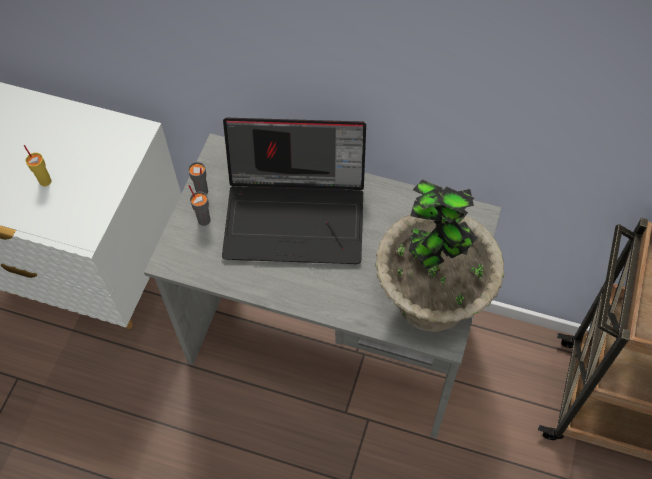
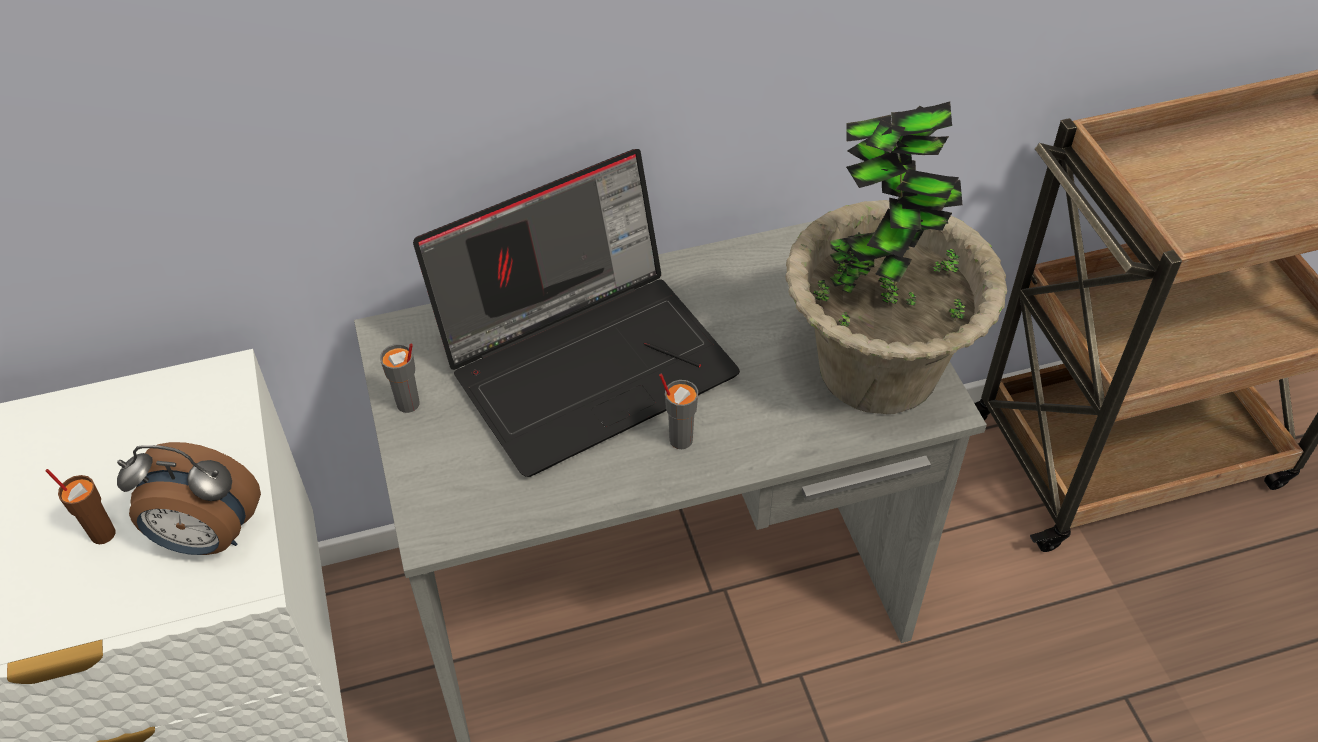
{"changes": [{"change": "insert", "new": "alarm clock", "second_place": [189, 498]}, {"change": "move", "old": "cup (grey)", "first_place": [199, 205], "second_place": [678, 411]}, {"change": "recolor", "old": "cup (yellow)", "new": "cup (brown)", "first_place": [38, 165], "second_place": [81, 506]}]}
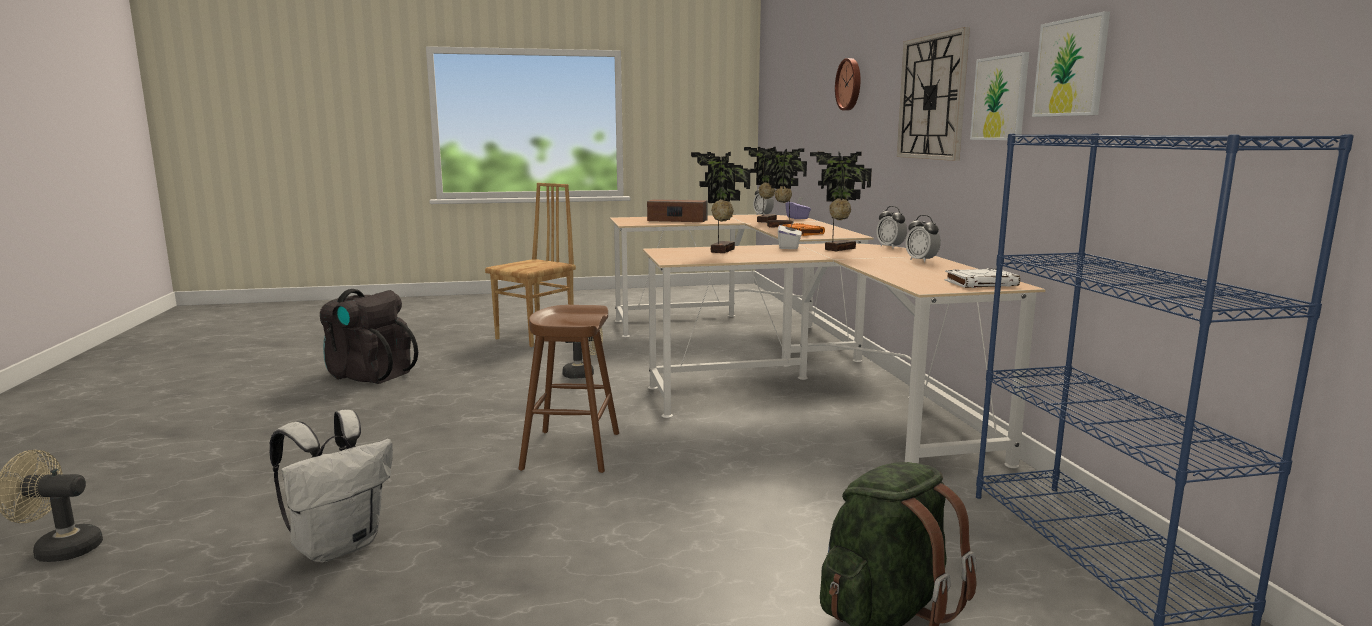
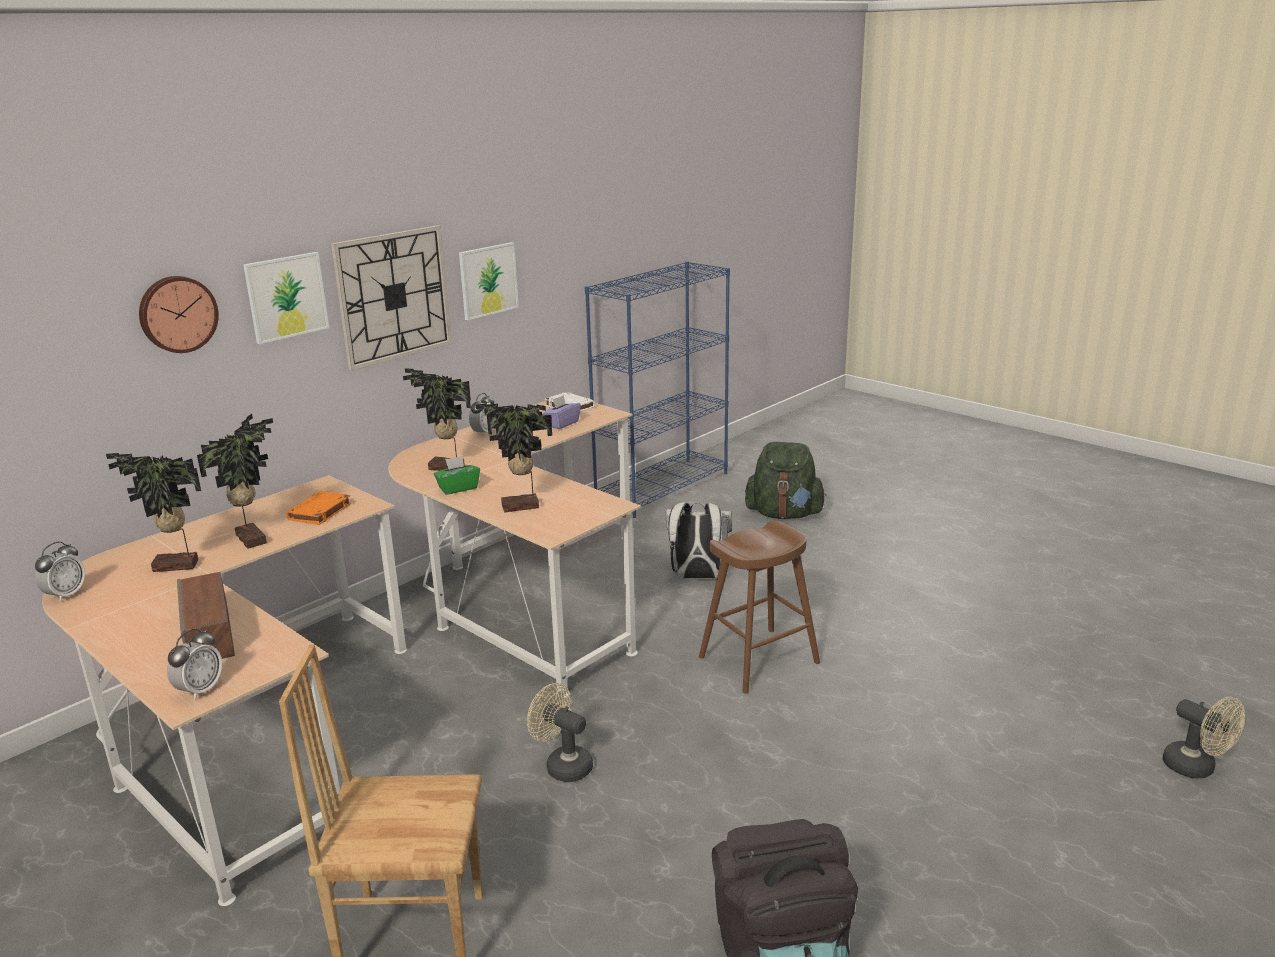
{"changes": [{"change": "move", "old": "backpack (white)", "first_place": [331, 486], "second_place": [698, 540]}, {"change": "move", "old": "tissue box (purple)", "first_place": [798, 208], "second_place": [561, 412]}, {"change": "move", "old": "alarm clock", "first_place": [891, 227], "second_place": [194, 664]}, {"change": "move", "old": "picture", "first_place": [1071, 64], "second_place": [286, 298]}, {"change": "recolor", "old": "tissue box (white)", "new": "tissue box (green)", "first_place": [790, 234], "second_place": [457, 475]}]}
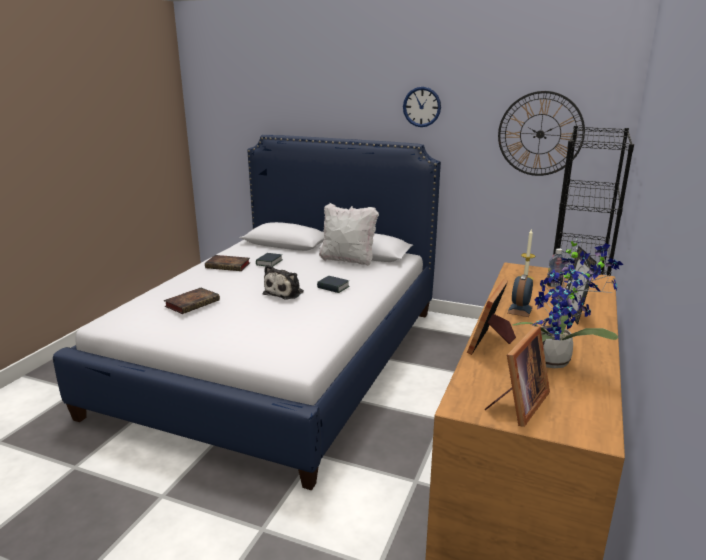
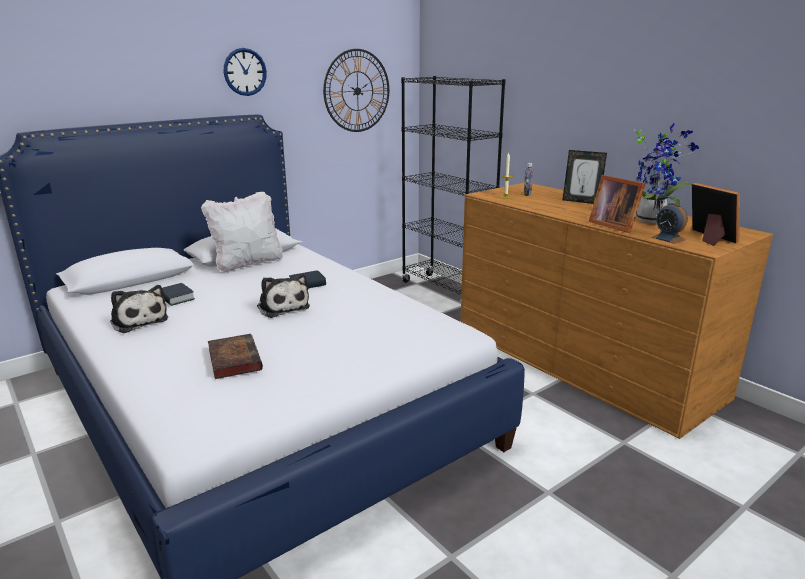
{"changes": [{"change": "move", "old": "alarm clock", "first_place": [520, 295], "second_place": [669, 223]}, {"change": "replace", "old": "book", "new": "plush toy", "first_place": [227, 263], "second_place": [139, 309]}]}
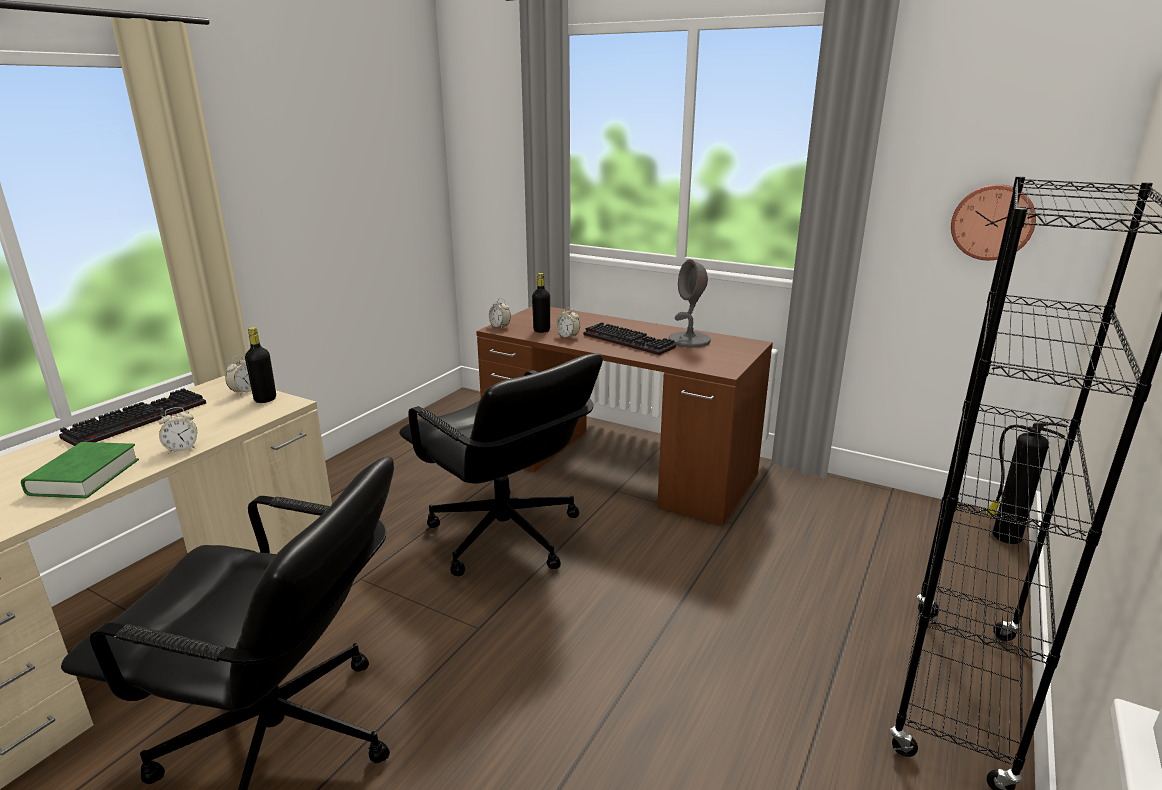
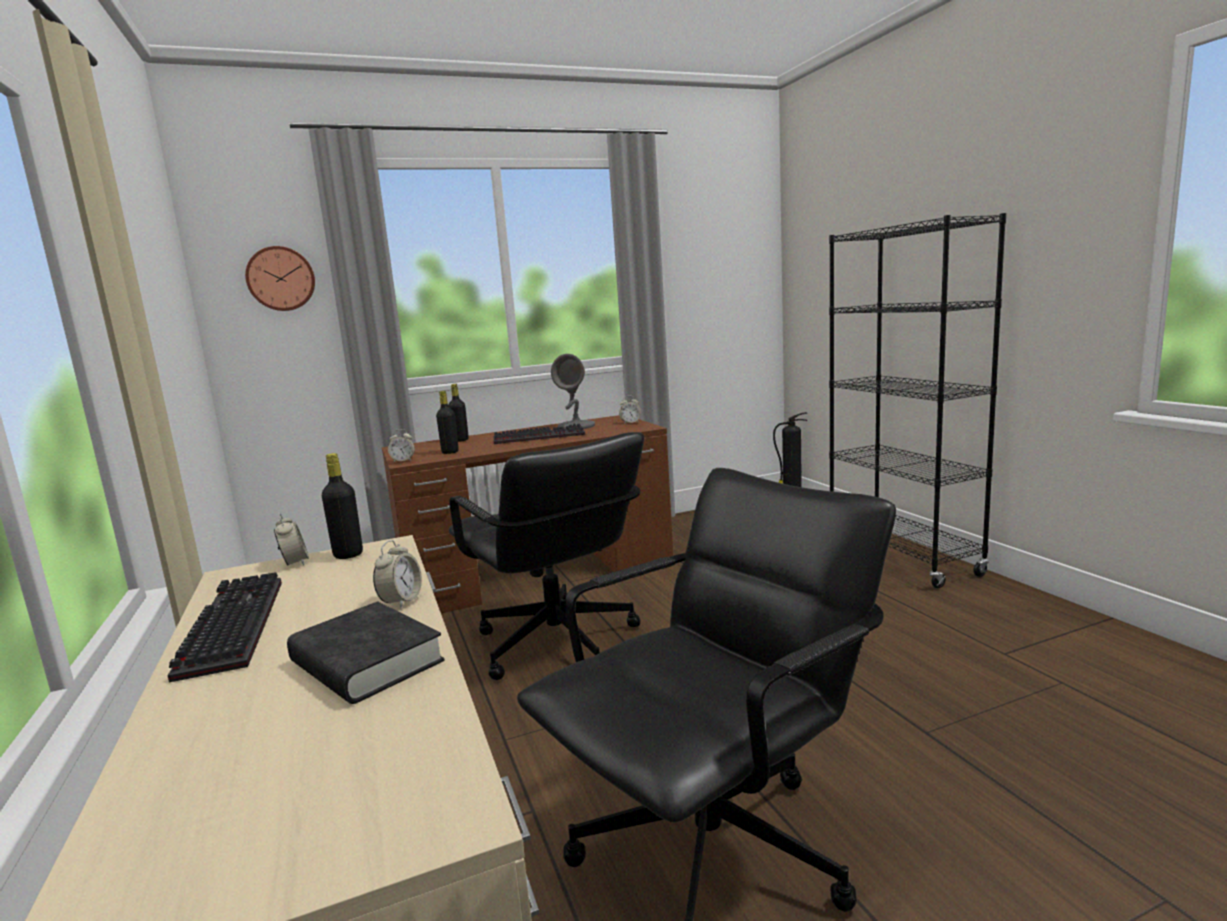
{"changes": [{"change": "insert", "new": "bottle (black)", "second_place": [458, 413]}, {"change": "move", "old": "alarm clock", "first_place": [568, 323], "second_place": [630, 410]}, {"change": "move", "old": "wall clock", "first_place": [993, 222], "second_place": [280, 278]}, {"change": "recolor", "old": "book (green)", "new": "book (black)", "first_place": [80, 470], "second_place": [366, 653]}, {"change": "rotate", "old": "office chair (black)", "first_place": [501, 464], "second_place": [546, 556], "degrees": 60}]}
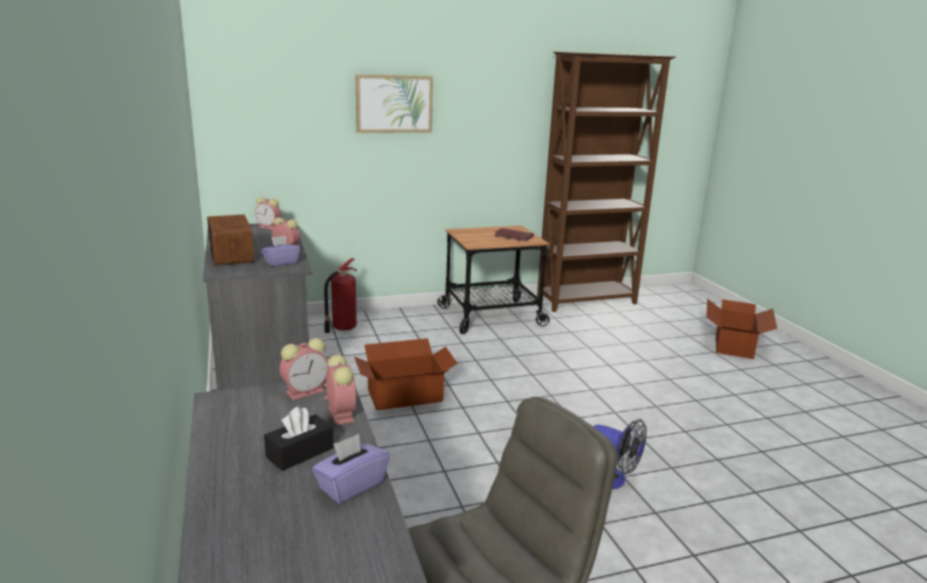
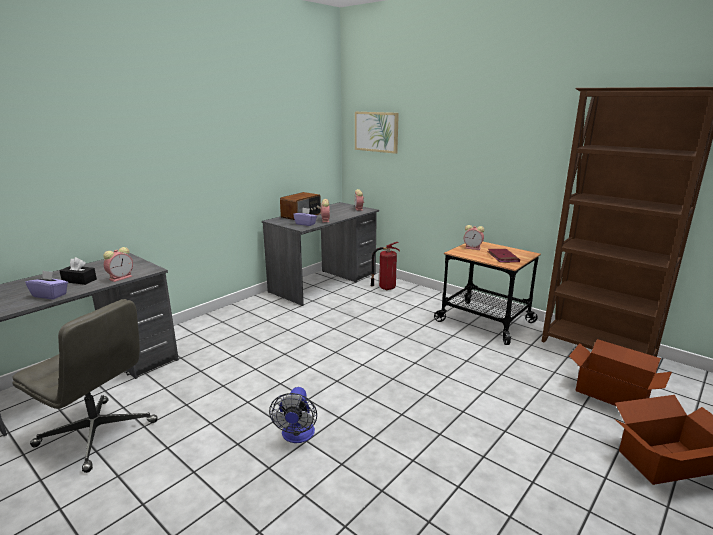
{"changes": [{"change": "move", "old": "alarm clock", "first_place": [304, 369], "second_place": [474, 237]}, {"change": "move", "old": "cardboard box", "first_place": [406, 374], "second_place": [620, 372]}, {"change": "move", "old": "picture", "first_place": [394, 103], "second_place": [377, 133]}]}
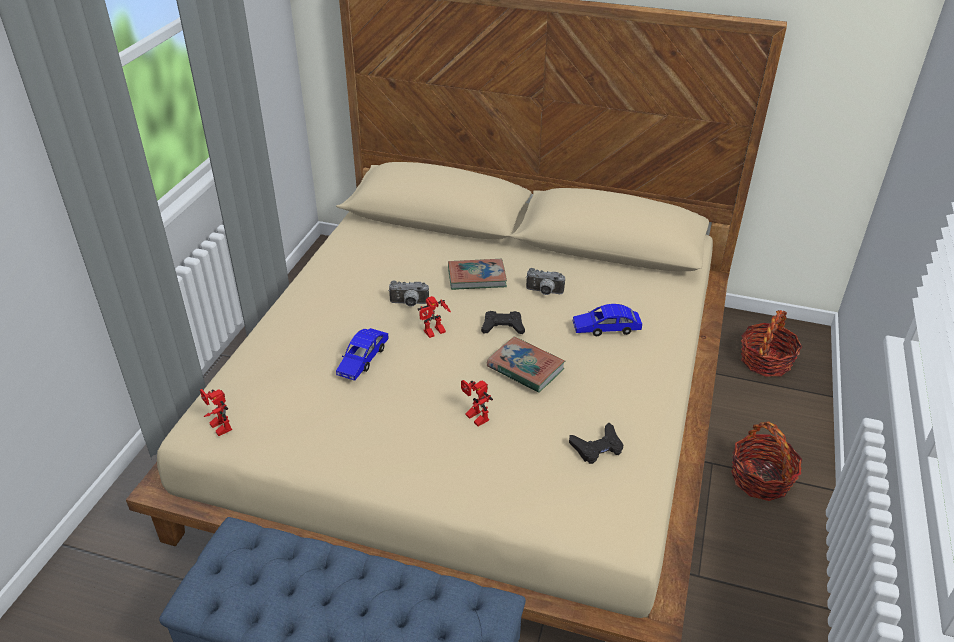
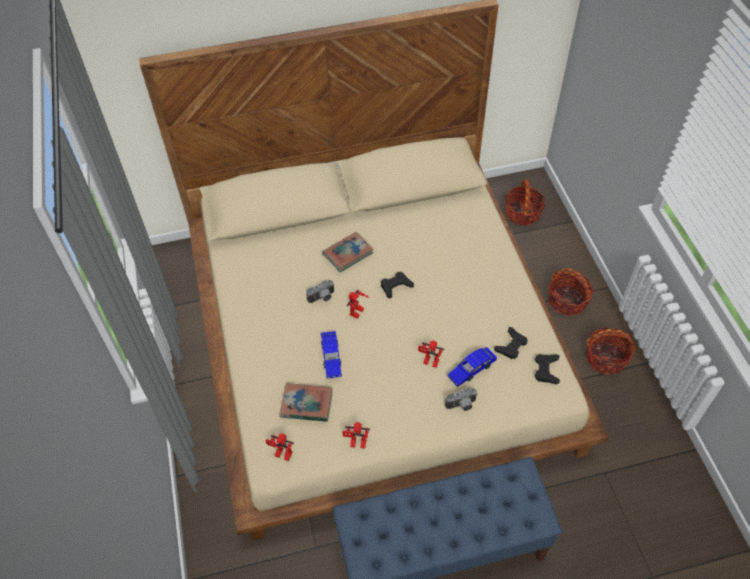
{"changes": [{"change": "insert", "new": "toy robot", "second_place": [356, 435]}, {"change": "insert", "new": "game controller (black)", "second_place": [547, 369]}, {"change": "insert", "new": "basket", "second_place": [611, 351]}, {"change": "move", "old": "book", "first_place": [526, 365], "second_place": [306, 402]}, {"change": "move", "old": "photo camera", "first_place": [545, 281], "second_place": [461, 399]}, {"change": "move", "old": "toy car (blue)", "first_place": [607, 320], "second_place": [472, 367]}]}
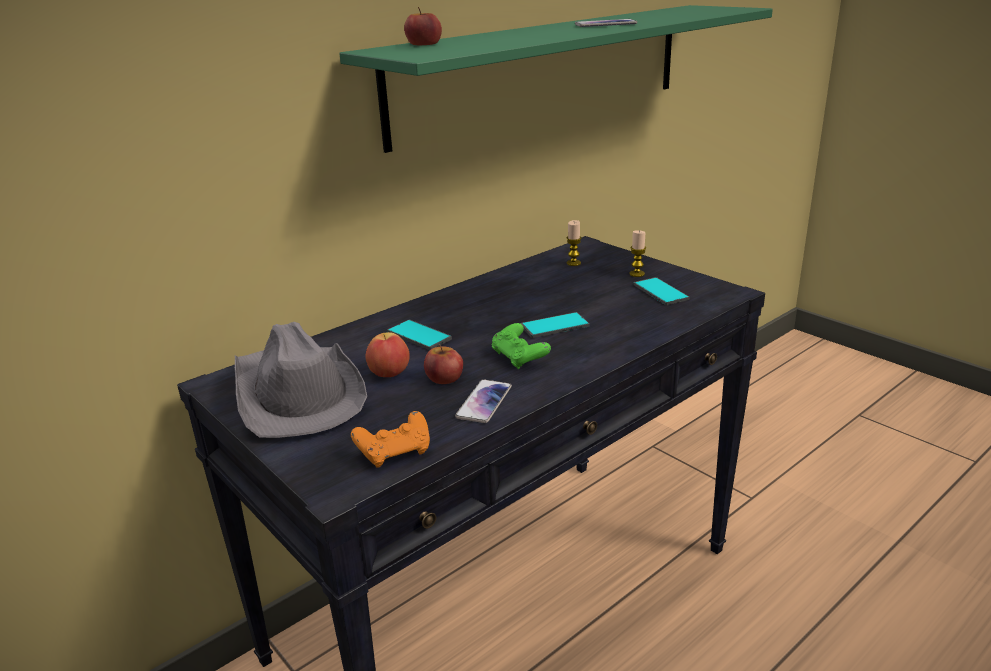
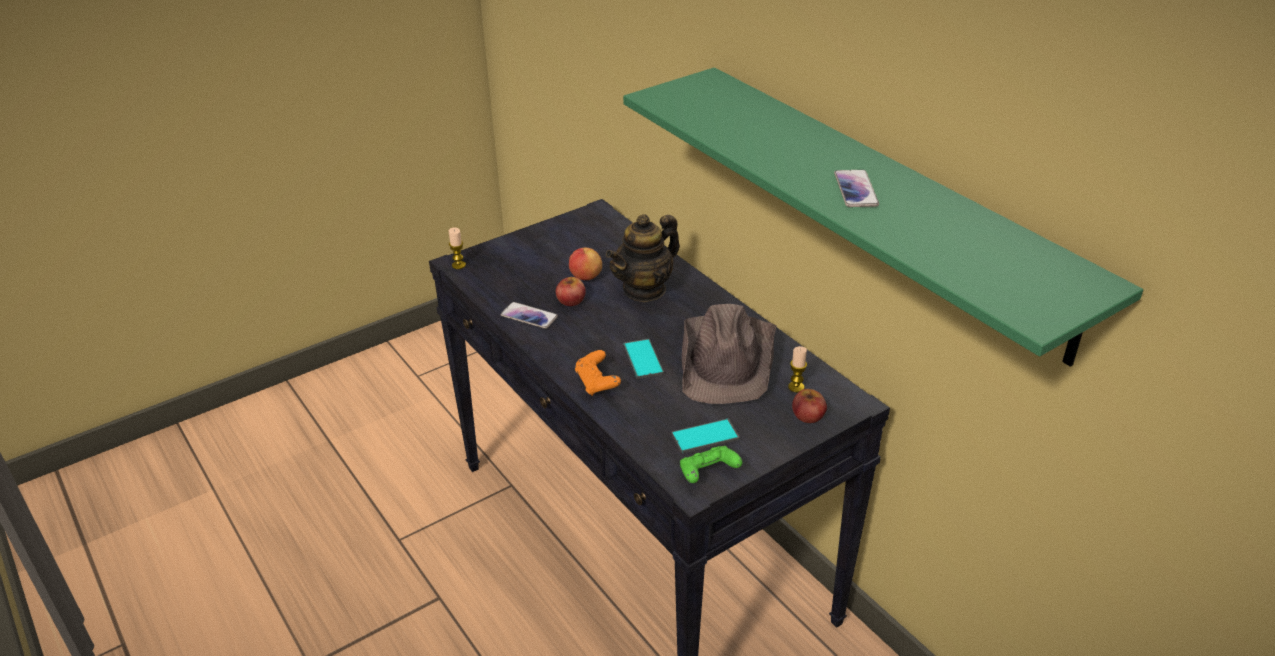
{"changes": [{"change": "delete", "old": "hat (grey)", "first_place": [301, 380]}, {"change": "insert", "new": "hat (brown)", "second_place": [729, 354]}, {"change": "move", "old": "game controller (orange)", "first_place": [390, 439], "second_place": [598, 373]}, {"change": "move", "old": "apple", "first_place": [423, 26], "second_place": [809, 406]}, {"change": "move", "old": "game controller (green)", "first_place": [521, 346], "second_place": [711, 464]}, {"change": "move", "old": "candle", "first_place": [638, 253], "second_place": [457, 248]}, {"change": "replace", "old": "phone", "new": "teapot", "first_place": [419, 335], "second_place": [643, 258]}]}
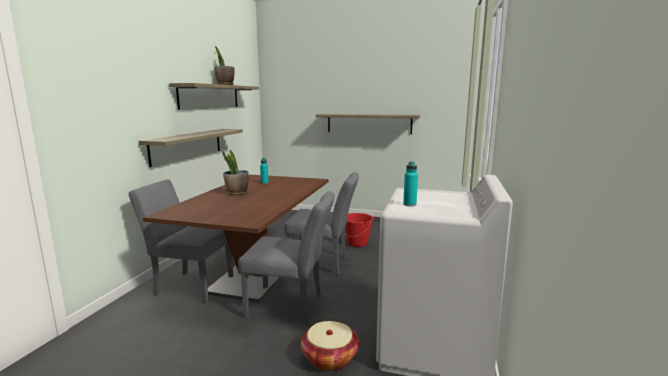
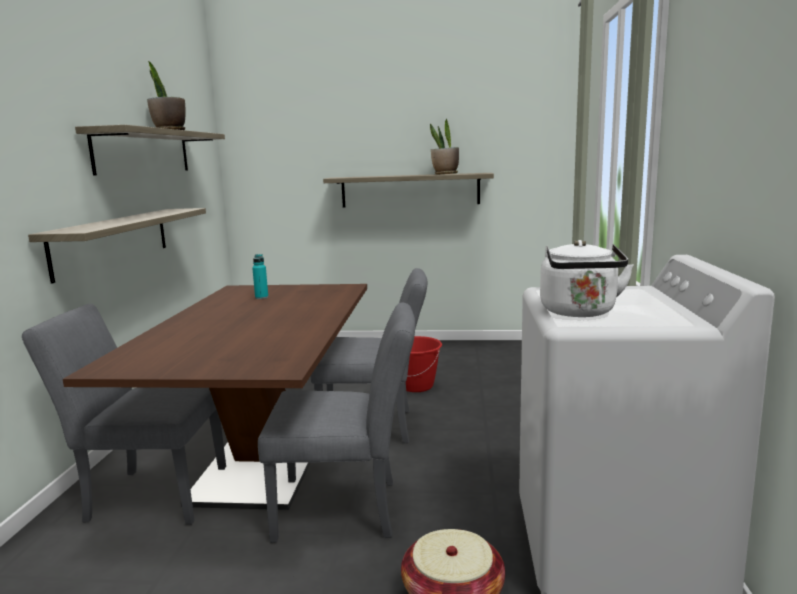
{"changes": [{"change": "move", "old": "potted plant", "first_place": [235, 172], "second_place": [444, 147]}, {"change": "replace", "old": "bottle (turquoise)", "new": "kettle (white)", "first_place": [410, 183], "second_place": [587, 278]}]}
